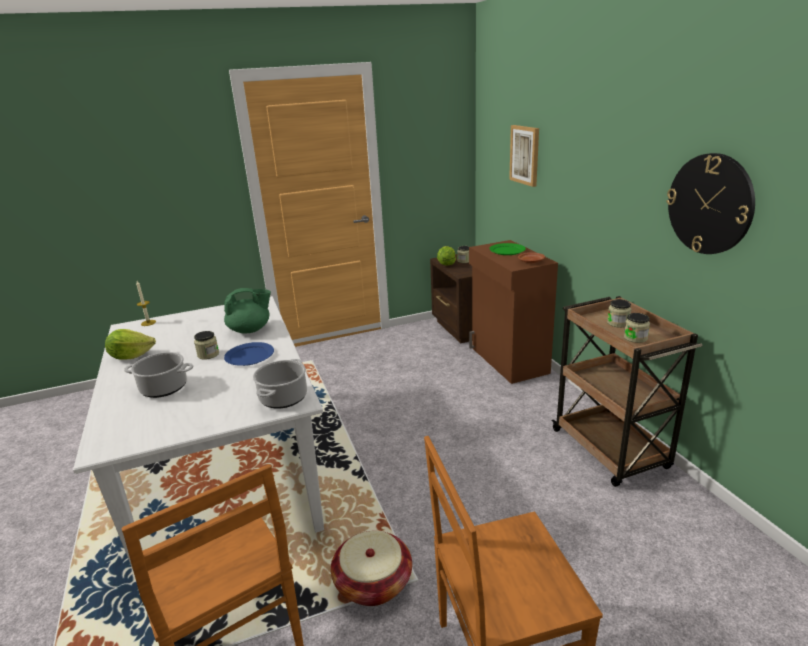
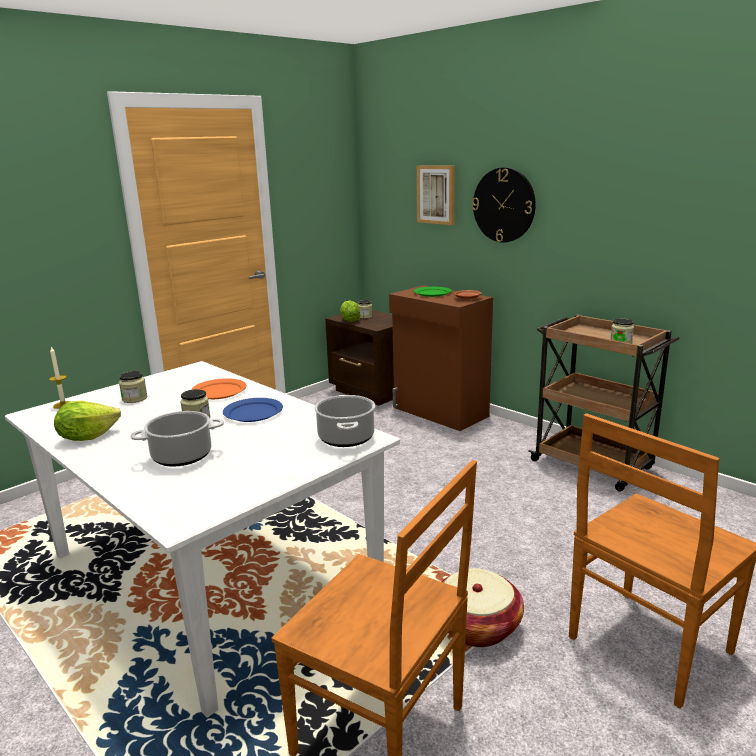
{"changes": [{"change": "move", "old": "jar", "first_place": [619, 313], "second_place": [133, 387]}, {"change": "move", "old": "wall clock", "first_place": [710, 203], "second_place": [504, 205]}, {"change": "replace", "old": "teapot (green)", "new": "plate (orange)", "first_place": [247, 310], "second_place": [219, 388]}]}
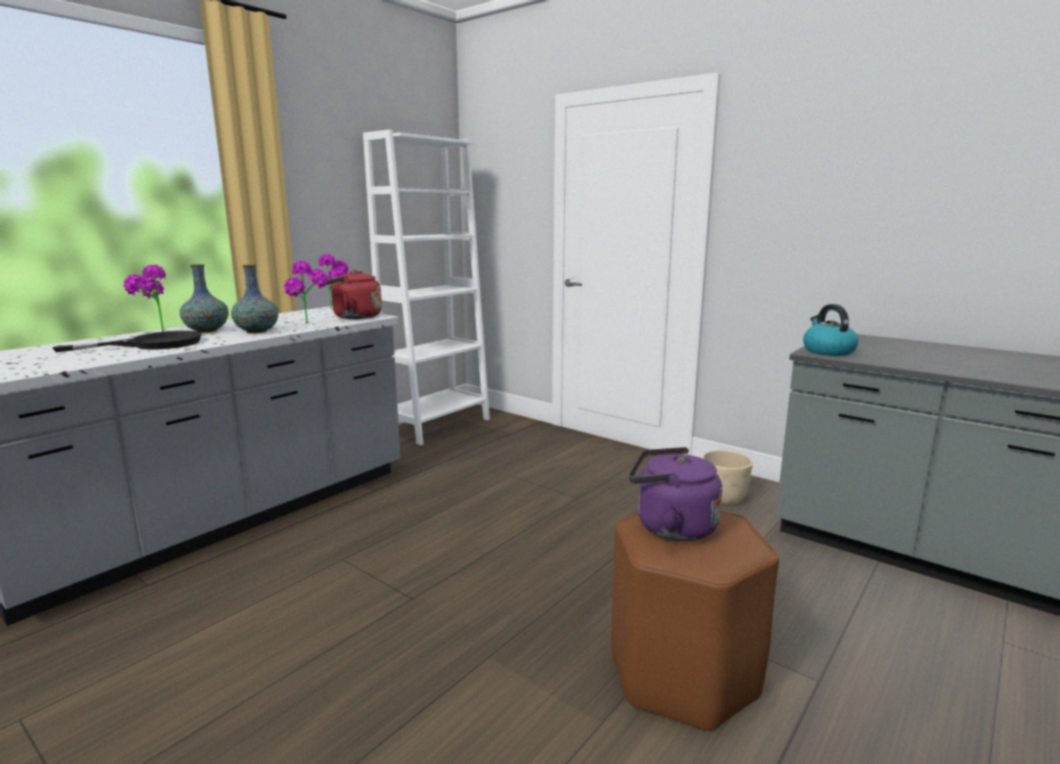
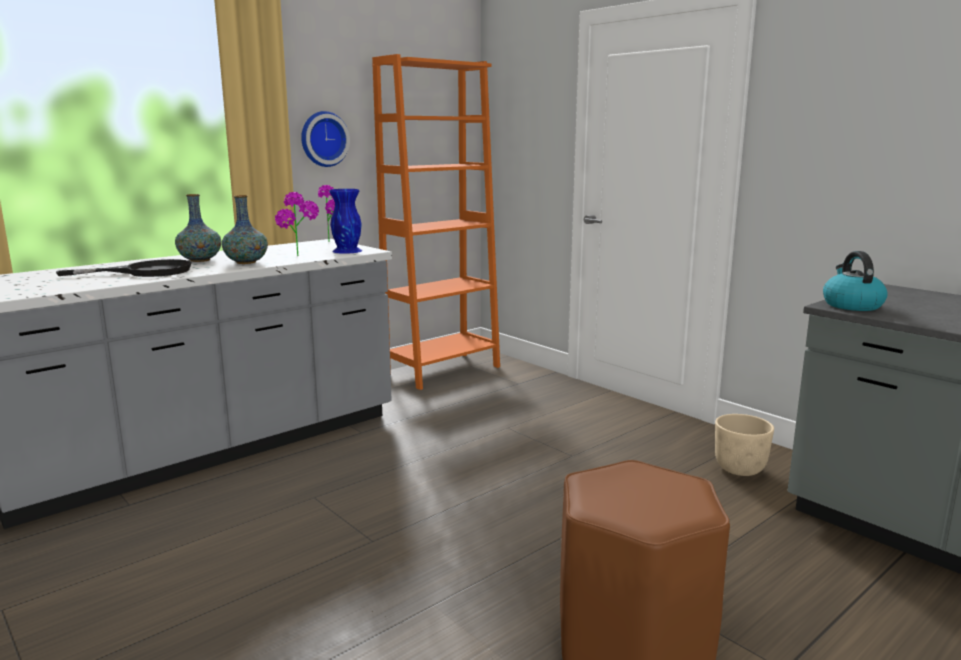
{"changes": [{"change": "delete", "old": "potted plant", "first_place": [144, 298]}, {"change": "delete", "old": "kettle (purple)", "first_place": [675, 494]}, {"change": "insert", "new": "wall clock", "second_place": [325, 139]}, {"change": "replace", "old": "kettle (red)", "new": "vase (blue)", "first_place": [353, 294], "second_place": [345, 221]}, {"change": "recolor", "old": "bookcase (white)", "new": "bookcase (orange)", "first_place": [426, 287], "second_place": [436, 222]}]}
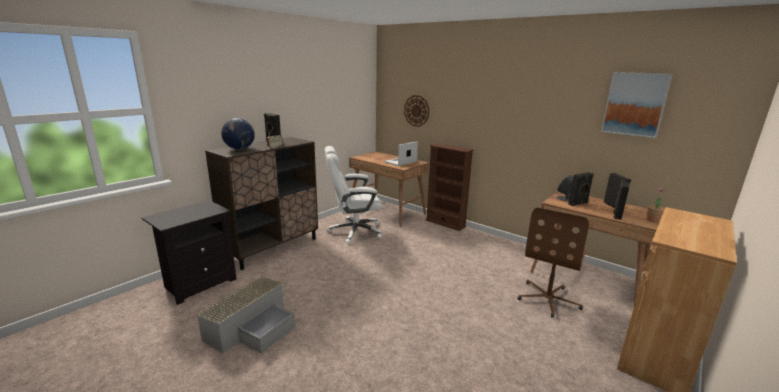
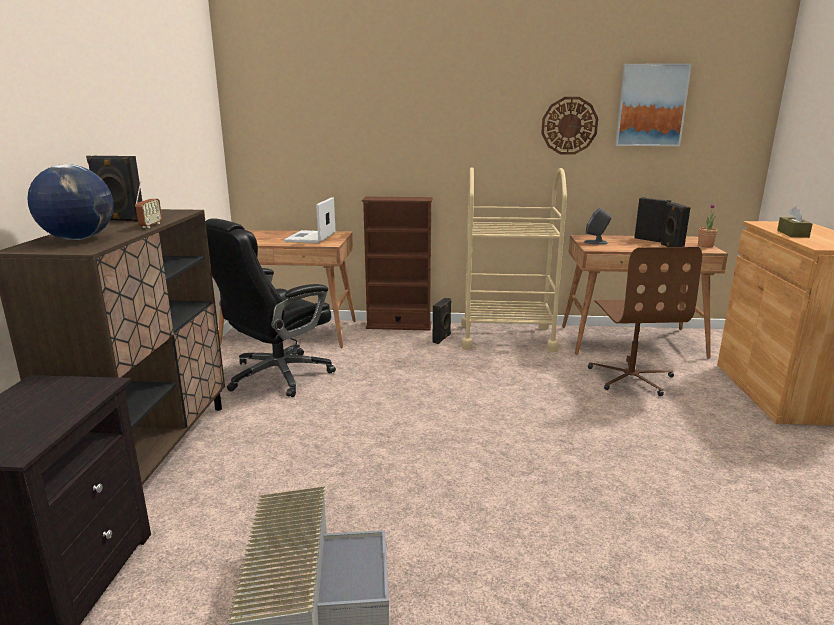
{"changes": [{"change": "insert", "new": "cart (beige)", "second_place": [514, 259]}, {"change": "insert", "new": "tissue box (brown)", "second_place": [795, 222]}, {"change": "move", "old": "wall clock", "first_place": [416, 111], "second_place": [569, 126]}, {"change": "move", "old": "speaker (black)", "first_place": [581, 189], "second_place": [442, 321]}, {"change": "recolor", "old": "office chair (white)", "new": "office chair (black)", "first_place": [353, 195], "second_place": [270, 307]}]}
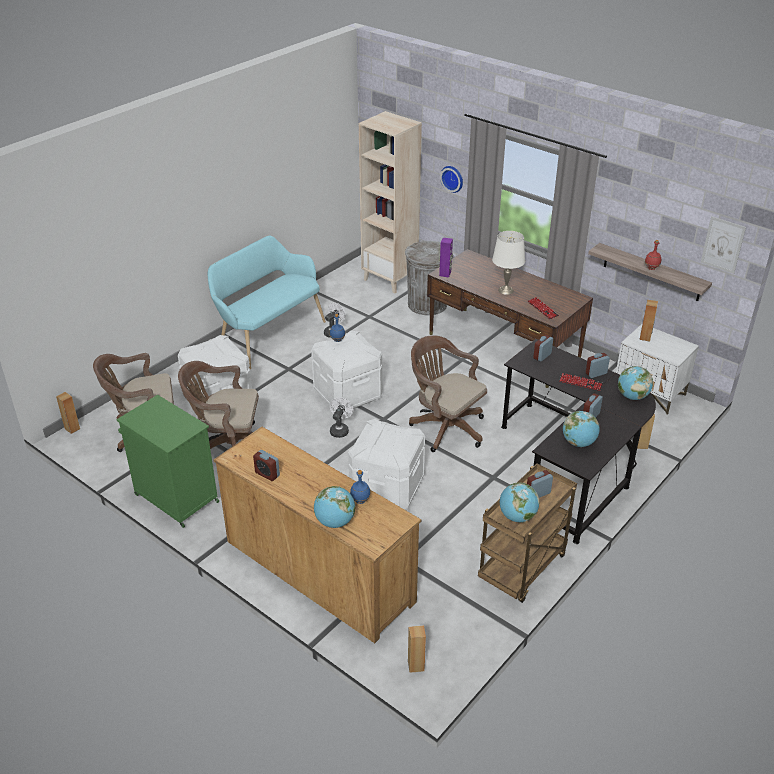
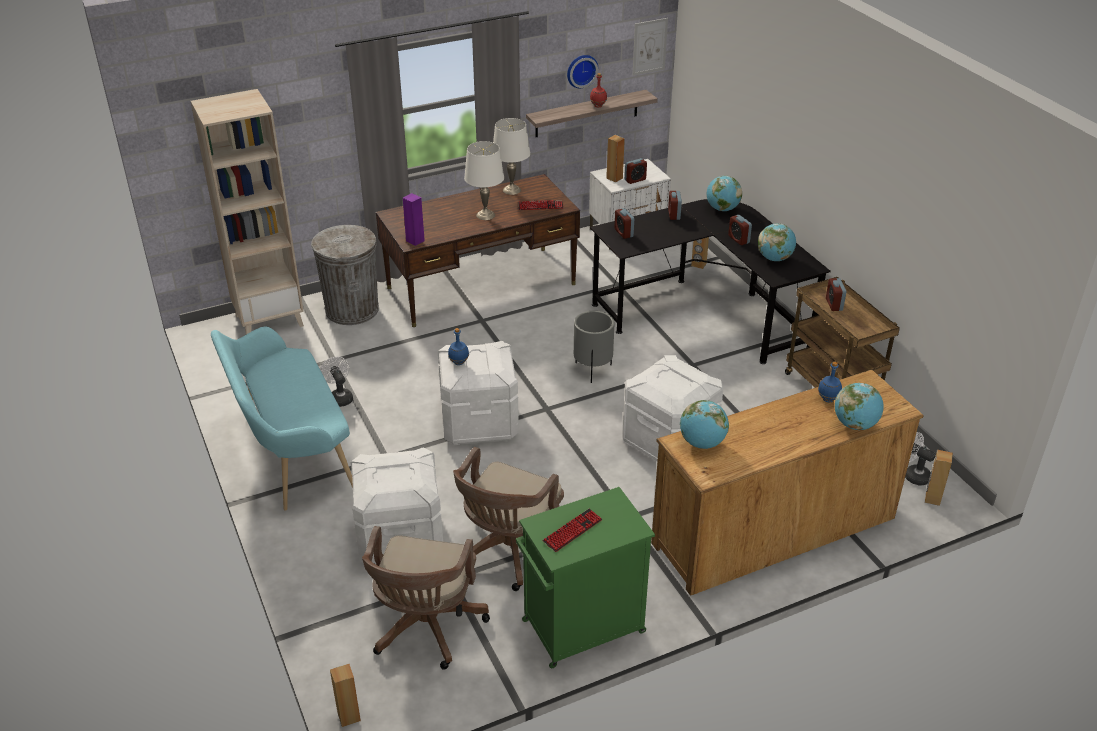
{"changes": [{"change": "insert", "new": "table lamp (white)", "second_place": [512, 156]}, {"change": "move", "old": "alarm clock", "first_place": [266, 465], "second_place": [636, 171]}, {"change": "move", "old": "fan (white)", "first_place": [341, 417], "second_place": [920, 459]}, {"change": "move", "old": "wall clock", "first_place": [451, 179], "second_place": [582, 71]}, {"change": "move", "old": "globe", "first_place": [520, 502], "second_place": [704, 424]}, {"change": "move", "old": "keyboard", "first_place": [581, 382], "second_place": [572, 530]}, {"change": "replace", "old": "office chair (brown)", "new": "planter (grey)", "first_place": [448, 393], "second_place": [594, 347]}]}
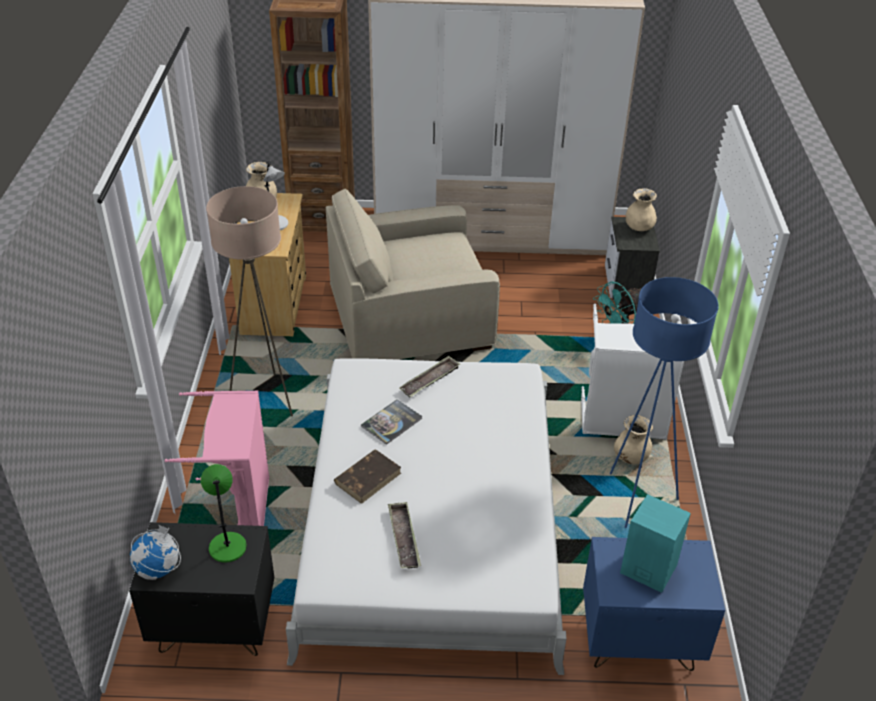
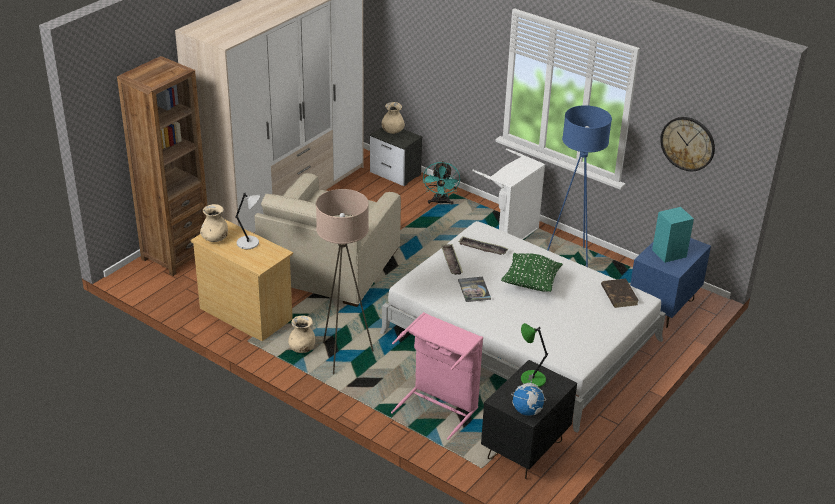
{"changes": [{"change": "insert", "new": "pillow (green)", "second_place": [532, 272]}, {"change": "insert", "new": "wall clock", "second_place": [687, 144]}, {"change": "move", "old": "book (brown)", "first_place": [367, 476], "second_place": [620, 293]}, {"change": "move", "old": "tray", "first_place": [404, 535], "second_place": [483, 245]}, {"change": "move", "old": "vase (beige)", "first_place": [633, 439], "second_place": [301, 334]}]}
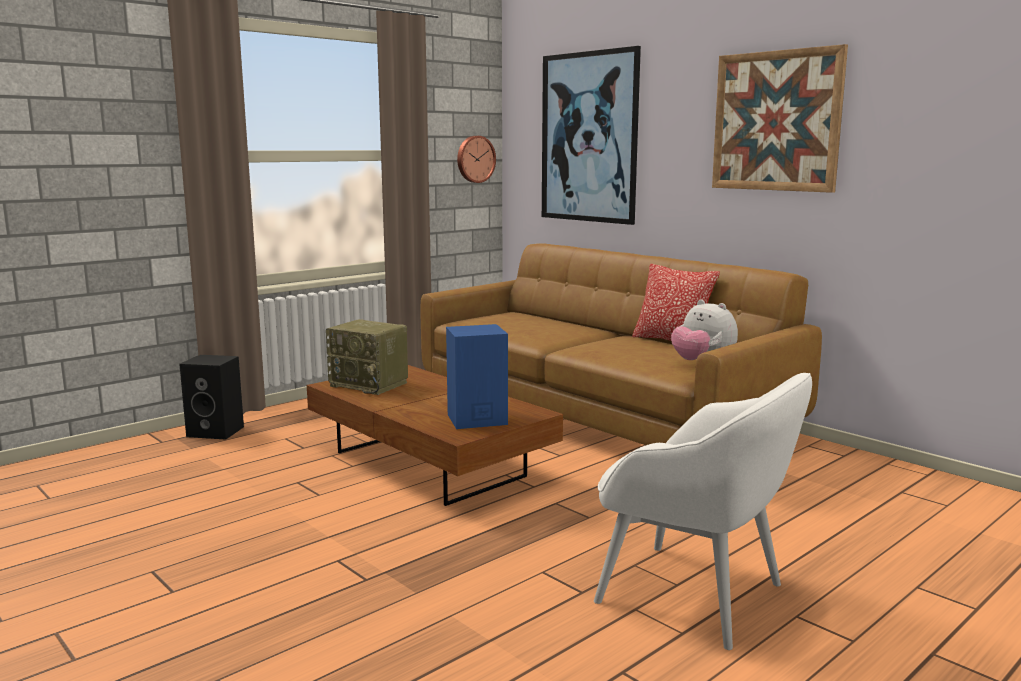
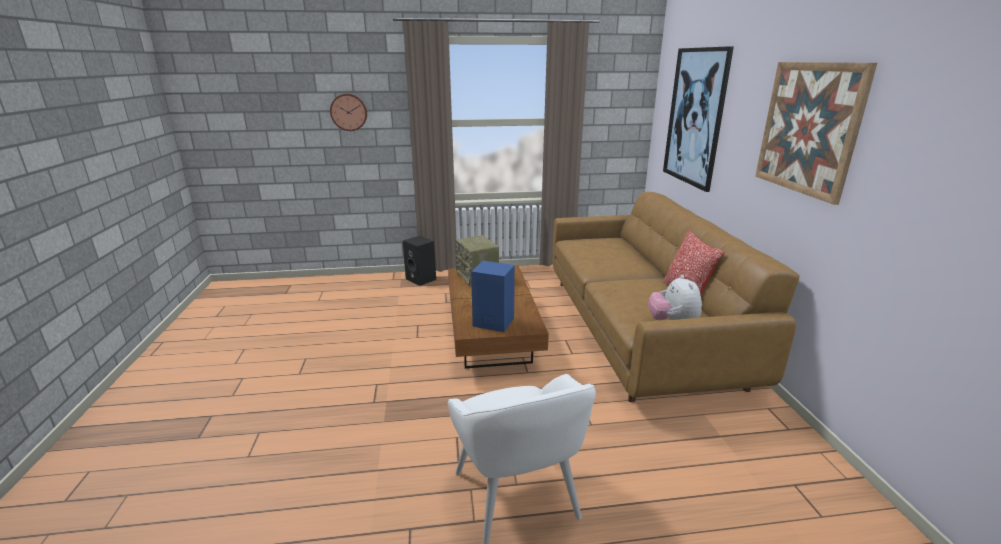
{"changes": [{"change": "move", "old": "wall clock", "first_place": [476, 159], "second_place": [348, 112]}]}
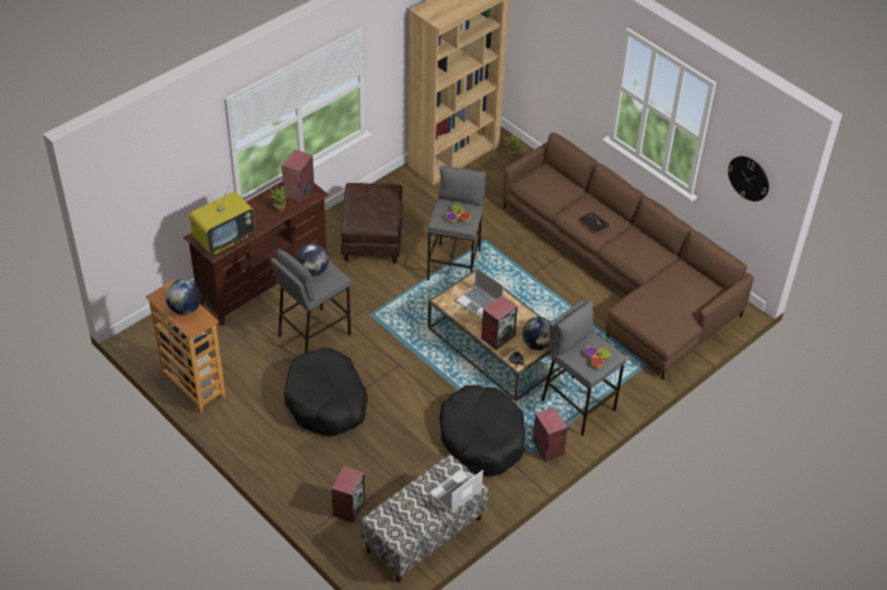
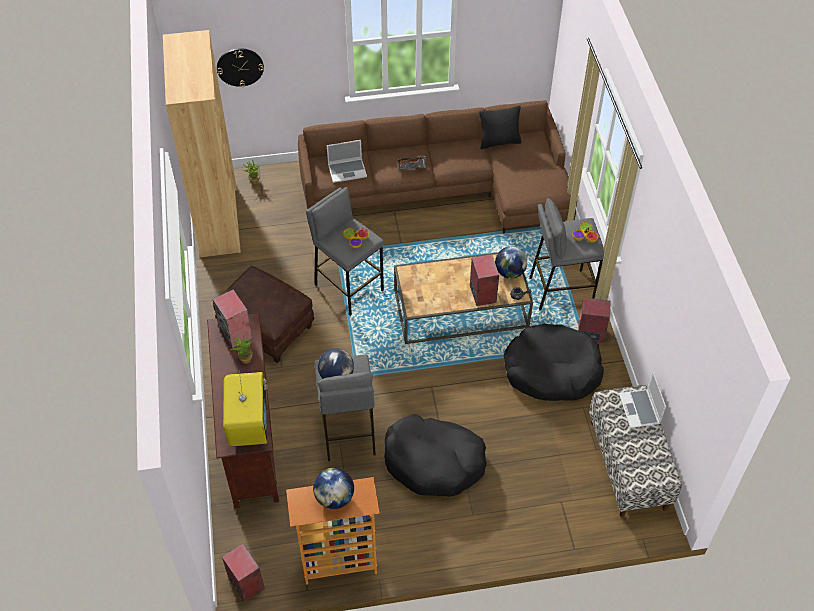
{"changes": [{"change": "insert", "new": "pillow (black)", "second_place": [500, 127]}, {"change": "move", "old": "speaker", "first_place": [348, 494], "second_place": [243, 573]}, {"change": "move", "old": "laptop", "first_place": [480, 293], "second_place": [347, 161]}, {"change": "move", "old": "wall clock", "first_place": [748, 178], "second_place": [240, 67]}]}
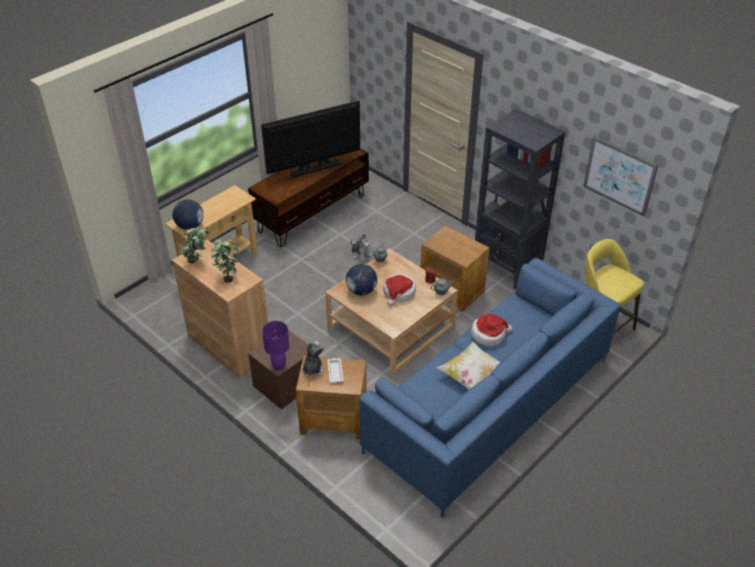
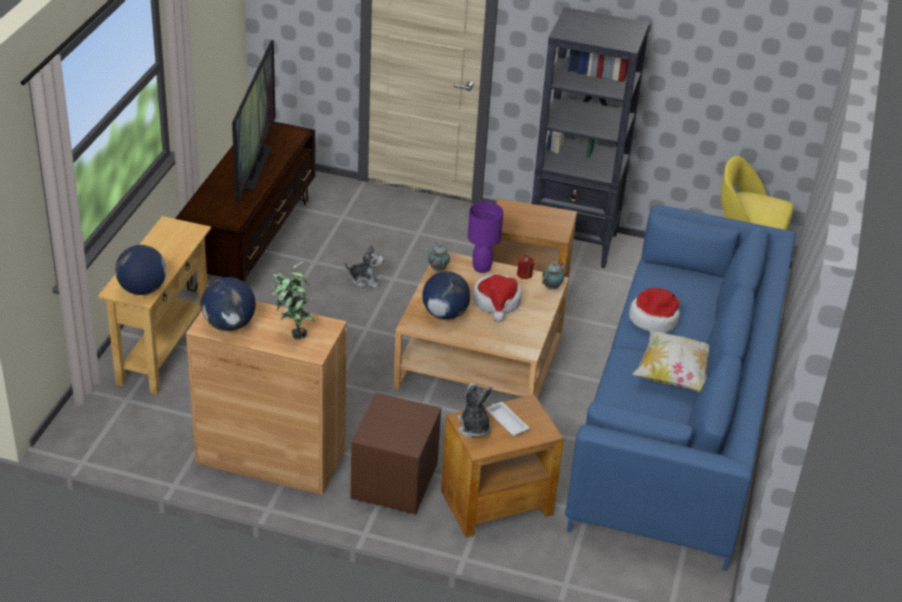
{"changes": [{"change": "delete", "old": "picture", "first_place": [620, 176]}, {"change": "move", "old": "table lamp (purple)", "first_place": [275, 345], "second_place": [486, 237]}, {"change": "replace", "old": "potted plant", "new": "globe", "first_place": [194, 245], "second_place": [228, 304]}, {"change": "rotate", "old": "television", "first_place": [310, 139], "second_place": [254, 121], "degrees": 150}]}
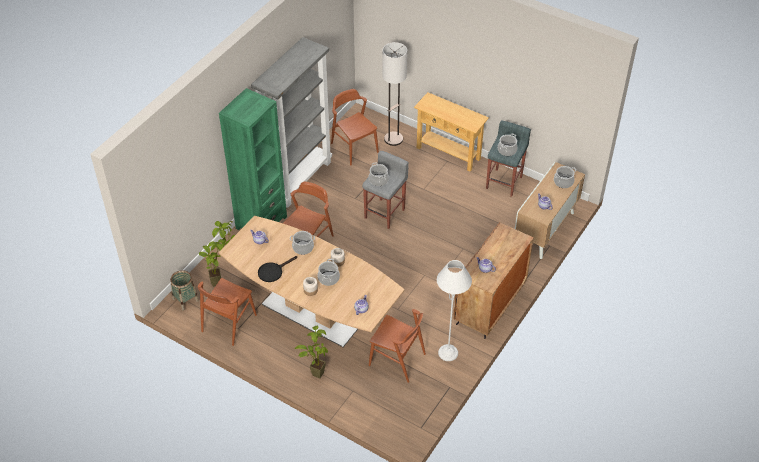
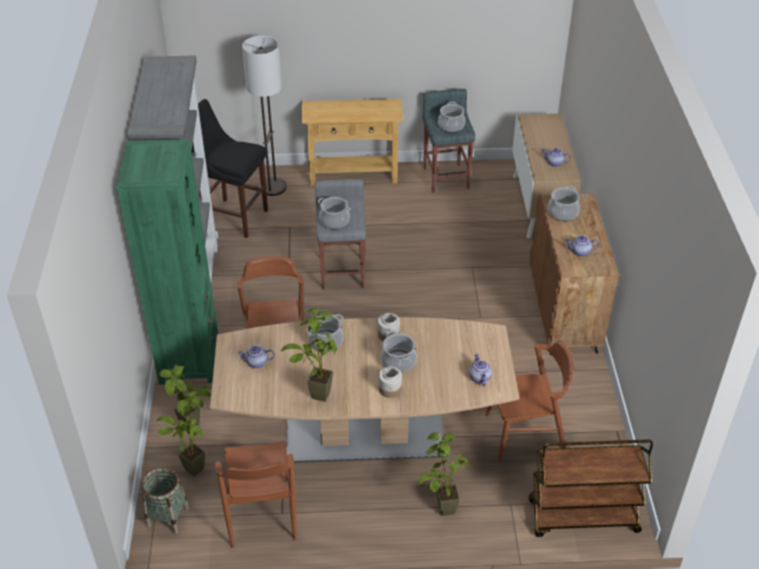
{"changes": [{"change": "delete", "old": "floor lamp (grey)", "first_place": [454, 310]}, {"change": "insert", "new": "cart (brown)", "second_place": [590, 488]}, {"change": "move", "old": "cooking pot", "first_place": [565, 177], "second_place": [564, 203]}, {"change": "replace", "old": "frying pan (black)", "new": "potted plant", "first_place": [277, 269], "second_place": [309, 355]}, {"change": "replace", "old": "chair (brown)", "new": "stool (black)", "first_place": [355, 127], "second_place": [229, 168]}]}
